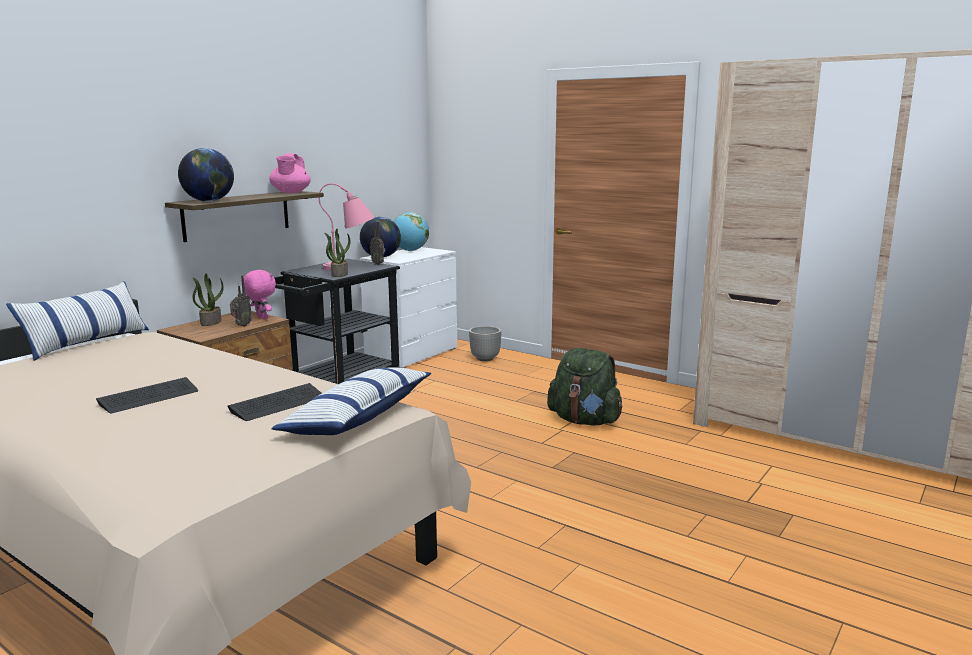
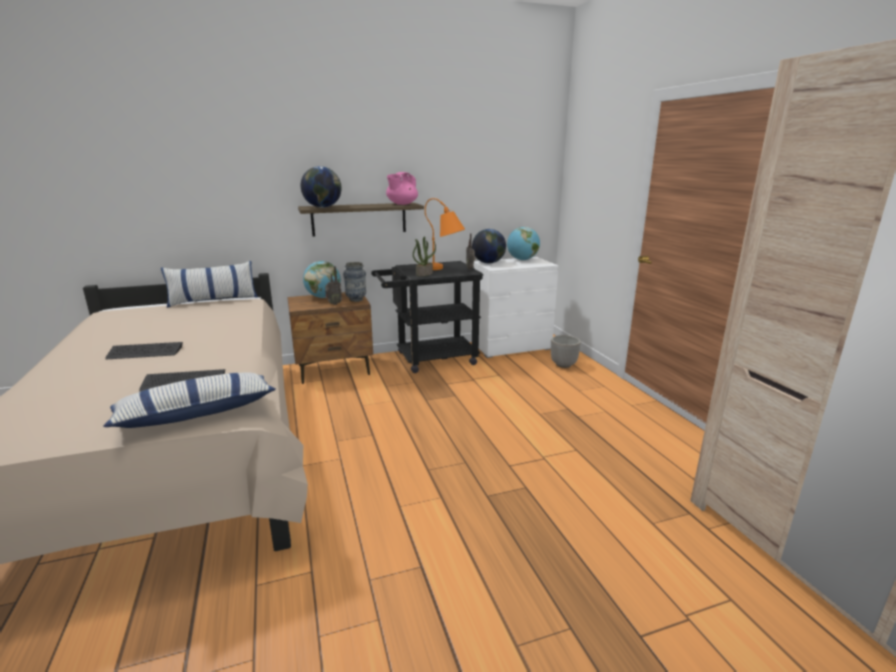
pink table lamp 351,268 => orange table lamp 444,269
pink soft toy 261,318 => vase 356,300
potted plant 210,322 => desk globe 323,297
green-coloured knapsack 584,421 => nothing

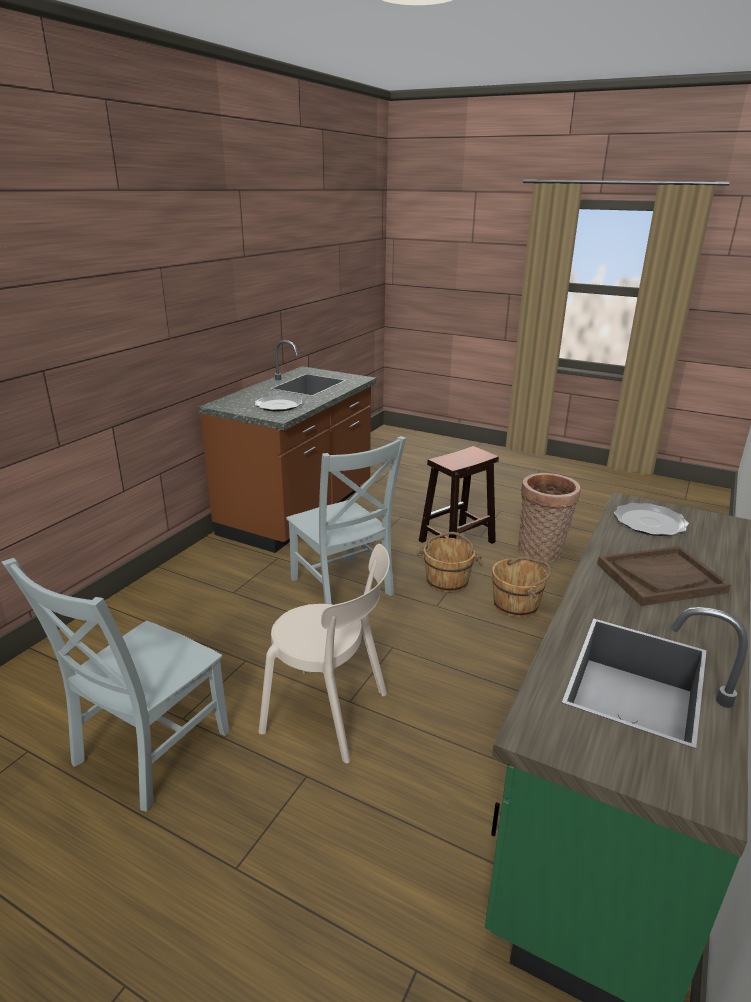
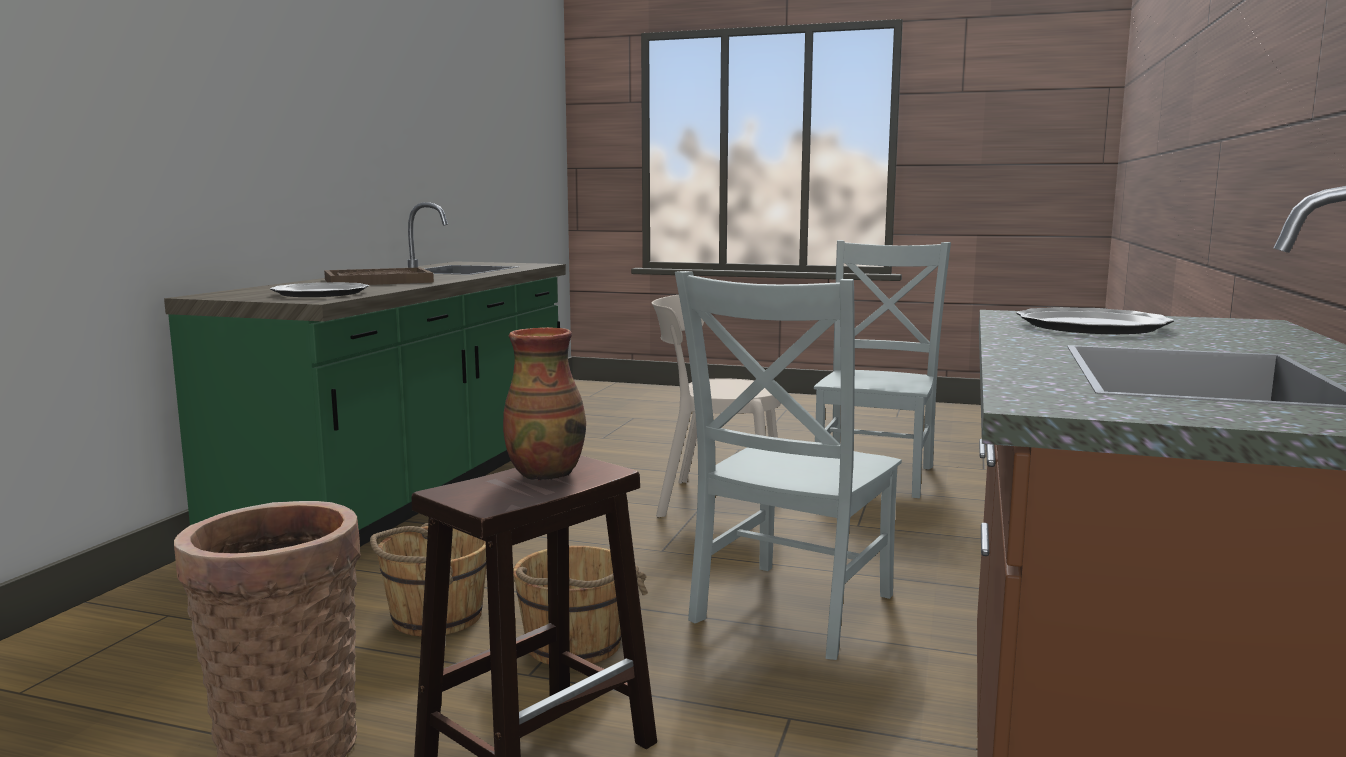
gray plain chair 343,589 => gray plain chair 789,611, 105 degrees counterclockwise
nothing => vase 546,473

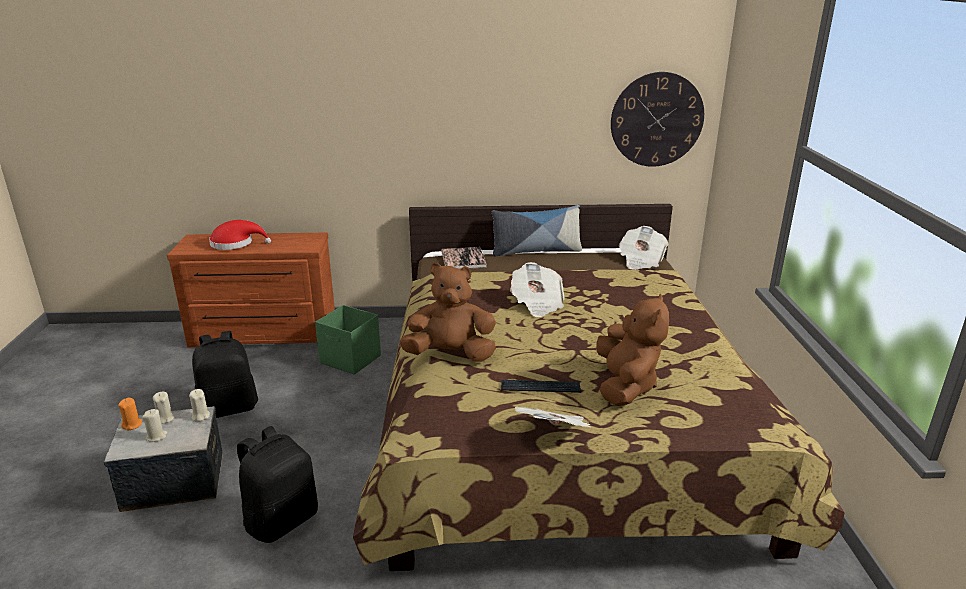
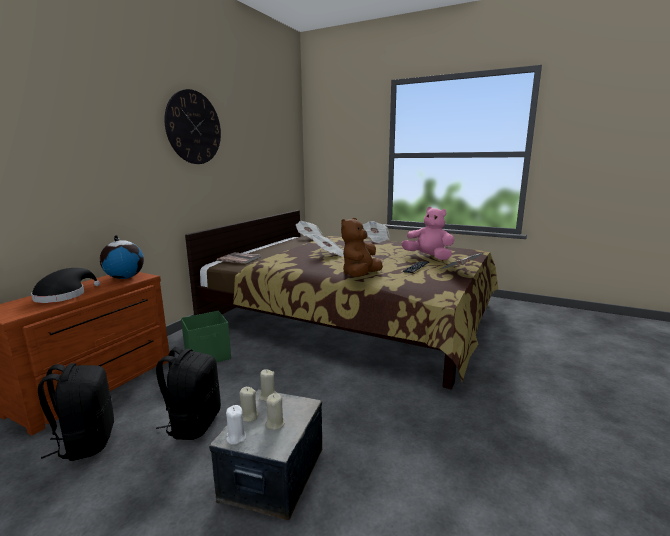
wall clock 657,120 => wall clock 194,127, relocated
throw pillow 536,251 => nothing
reddish wearable hat 235,244 => black wearable hat 64,295
brown-coloured soft toy 625,386 => pink soft toy 428,257
orange wax candle 132,425 => white wax candle 236,437
black knapsack 281,520 => black knapsack 86,442, relocated
nothing => daily paper 375,239
nothing => desk globe 124,278

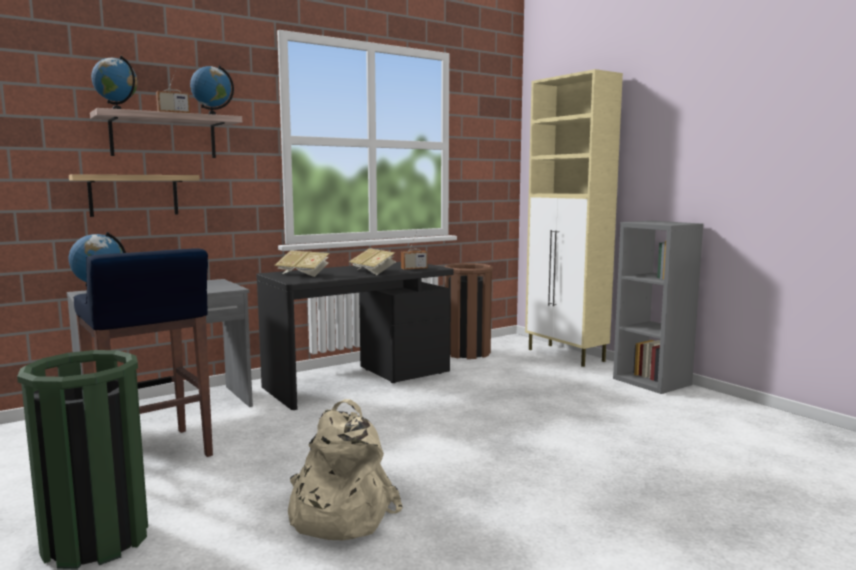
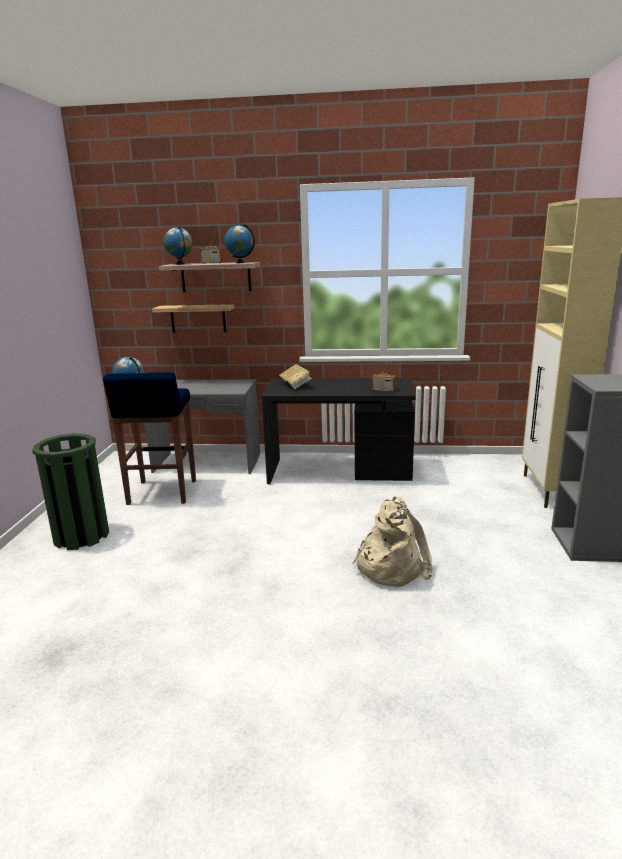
book 373,272 => nothing
brown-coloured trash can 467,352 => nothing
beige-coloured knapsack 337,514 => beige-coloured knapsack 391,566, relocated

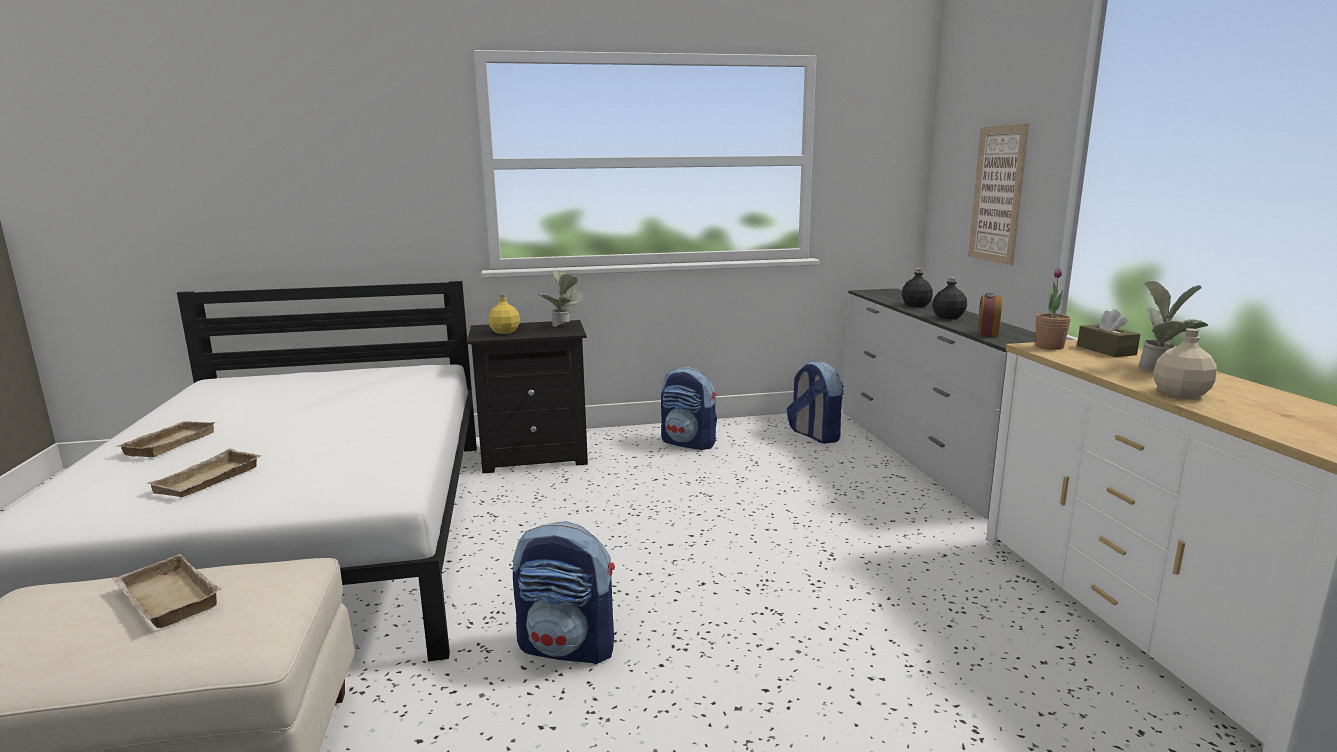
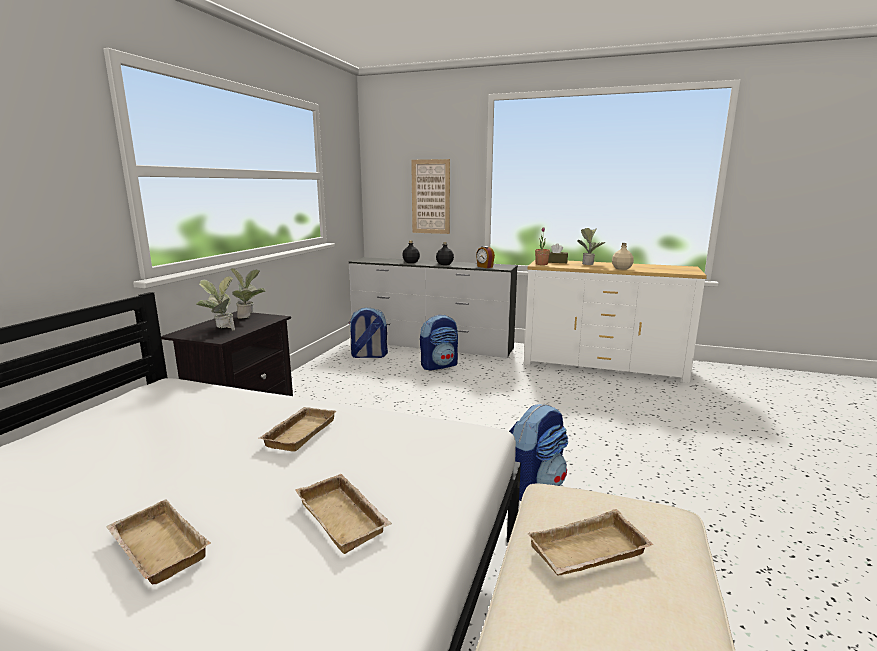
yellow-coloured drink bottle 504,332 => potted plant 221,331
knapsack 689,443 => knapsack 439,365, relocated
nothing => beige-coloured serving tray 299,432

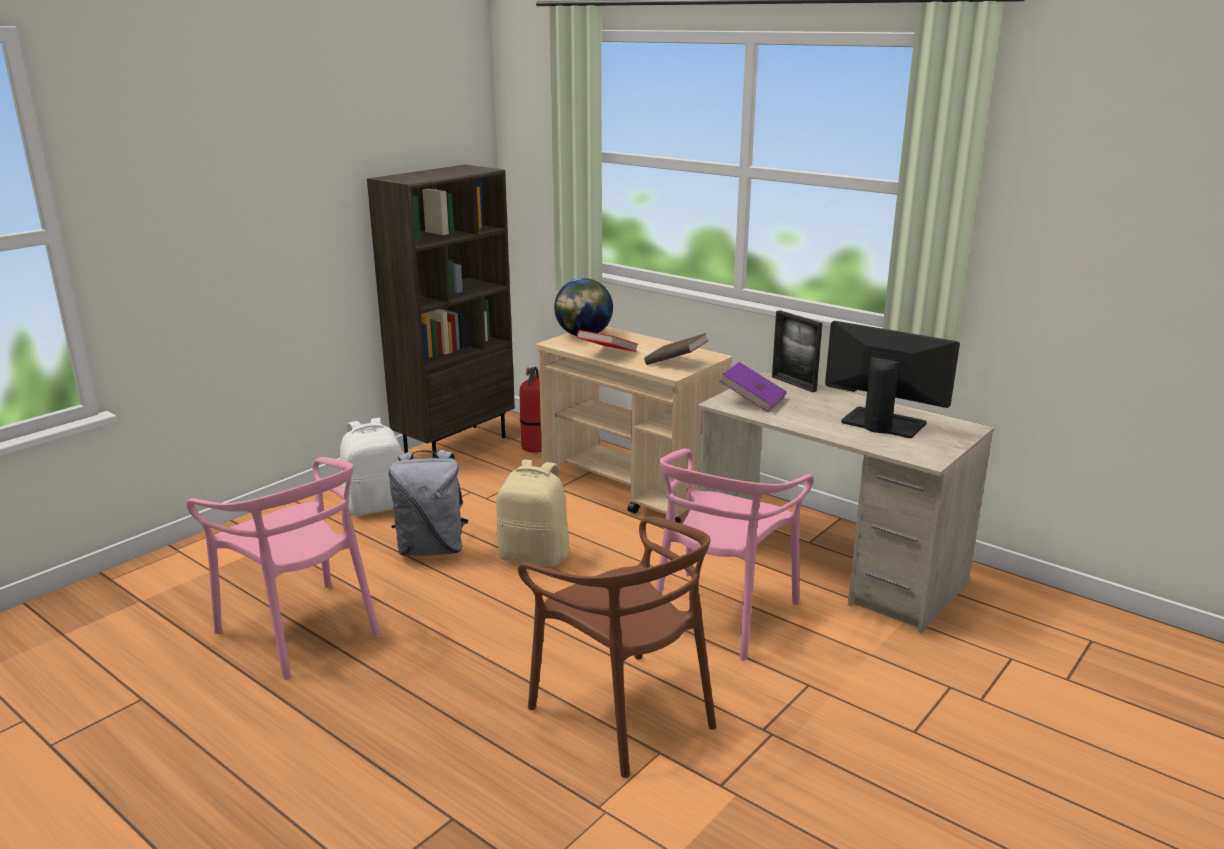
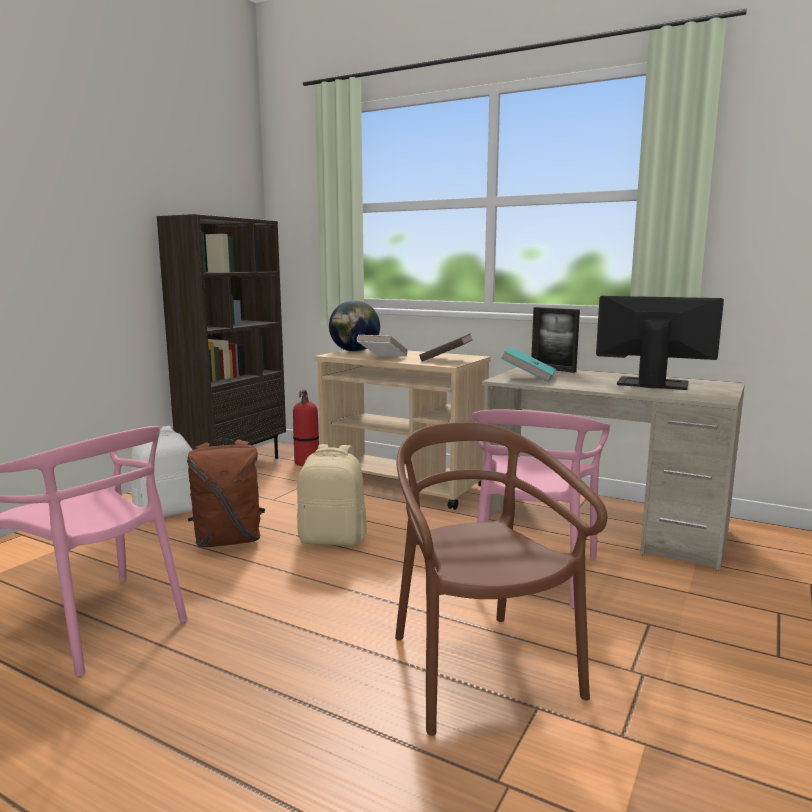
reddish book 607,354 => white book 383,358
purplish book 752,401 => blue-green book 528,378
gray knapsack 431,549 => brown-coloured knapsack 228,541
brown-coloured plain chair 624,713 => brown-coloured plain chair 479,670, 150 degrees counterclockwise

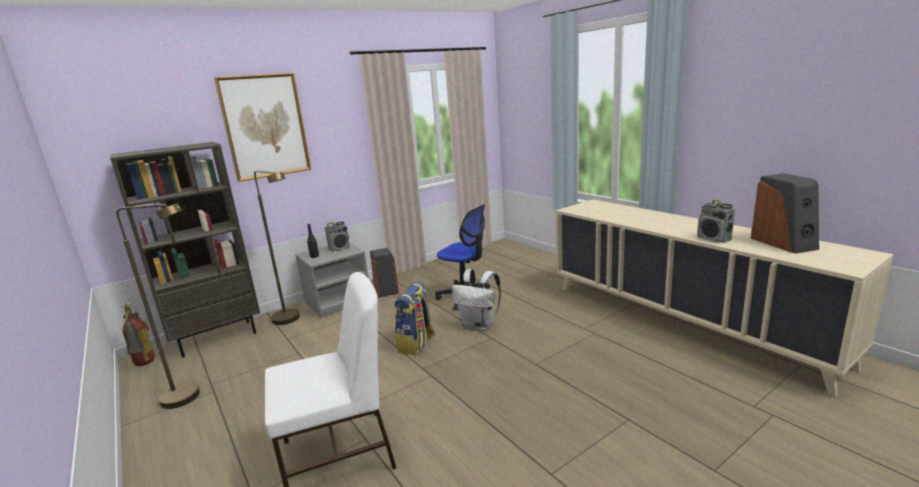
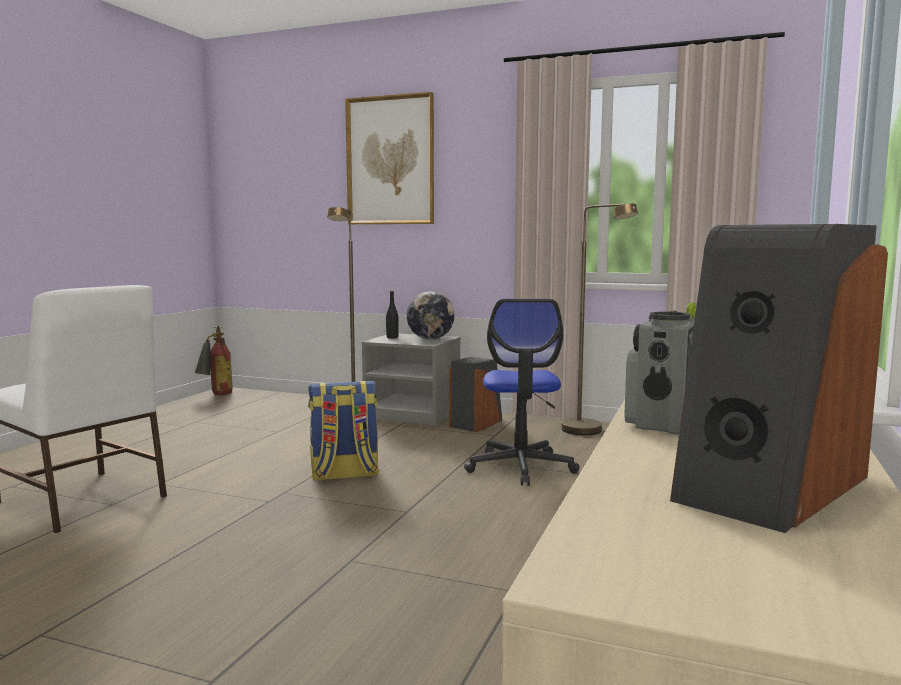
brown-coloured bookshelf 218,338 => nothing
brown-coloured standard lamp 191,396 => brown-coloured standard lamp 590,432, relocated
radio receiver 340,248 => desk globe 430,339
white knapsack 479,325 => nothing

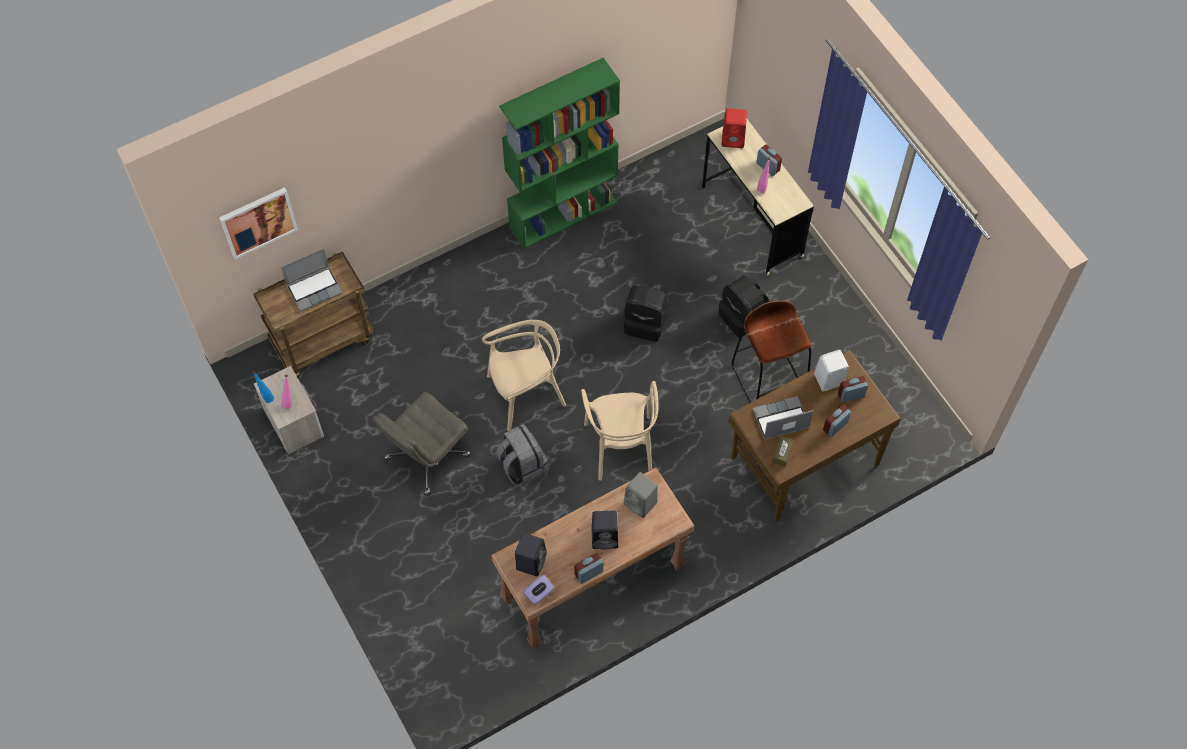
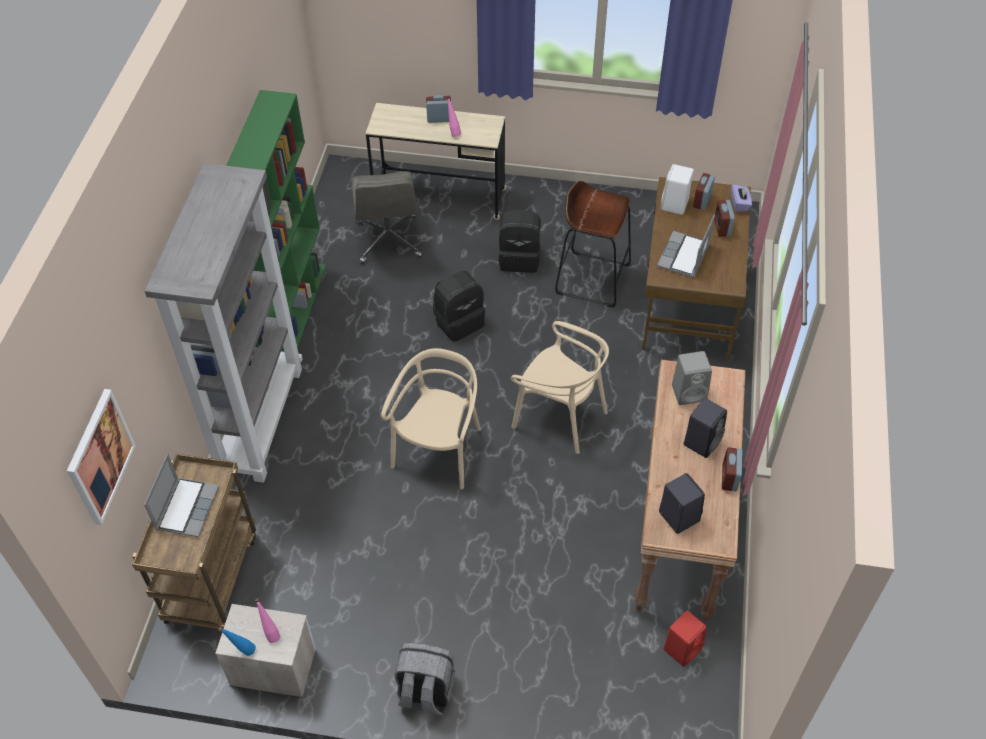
reddish speaker 734,139 => reddish speaker 683,648, relocated
gray desk chair 426,457 => gray desk chair 389,240, relocated
gray knapsack 522,465 => gray knapsack 425,692, relocated
brown-coloured tissue holder 782,453 => nothing
purplish tissue holder 539,594 => purplish tissue holder 739,204, relocated
nothing => gray bookshelf 260,419

